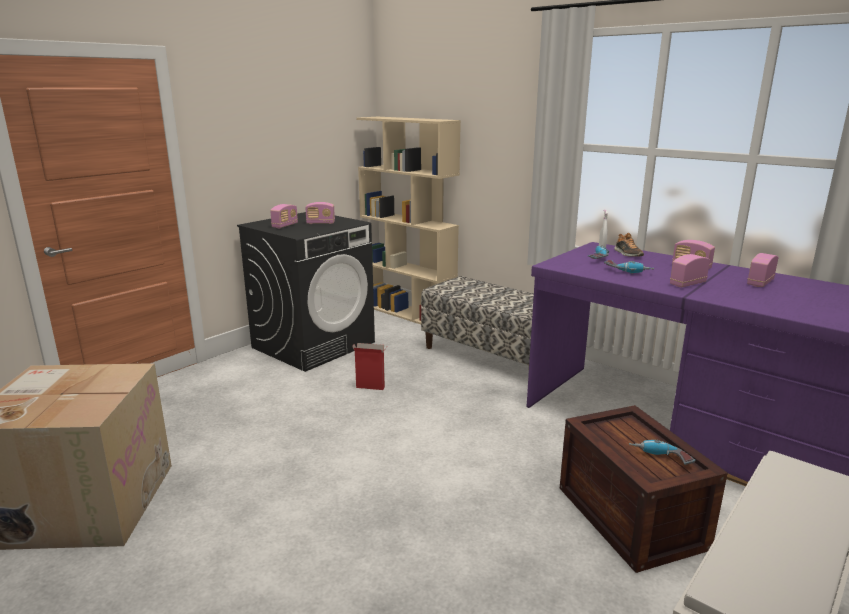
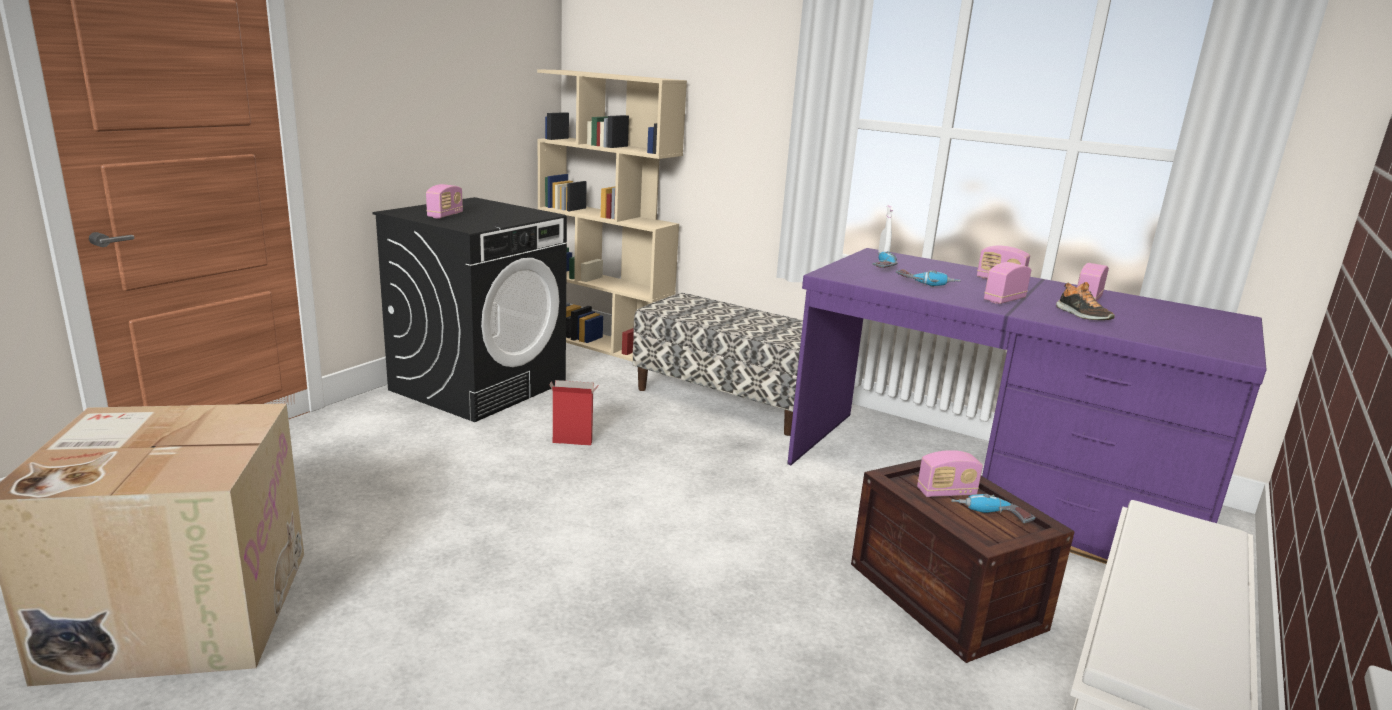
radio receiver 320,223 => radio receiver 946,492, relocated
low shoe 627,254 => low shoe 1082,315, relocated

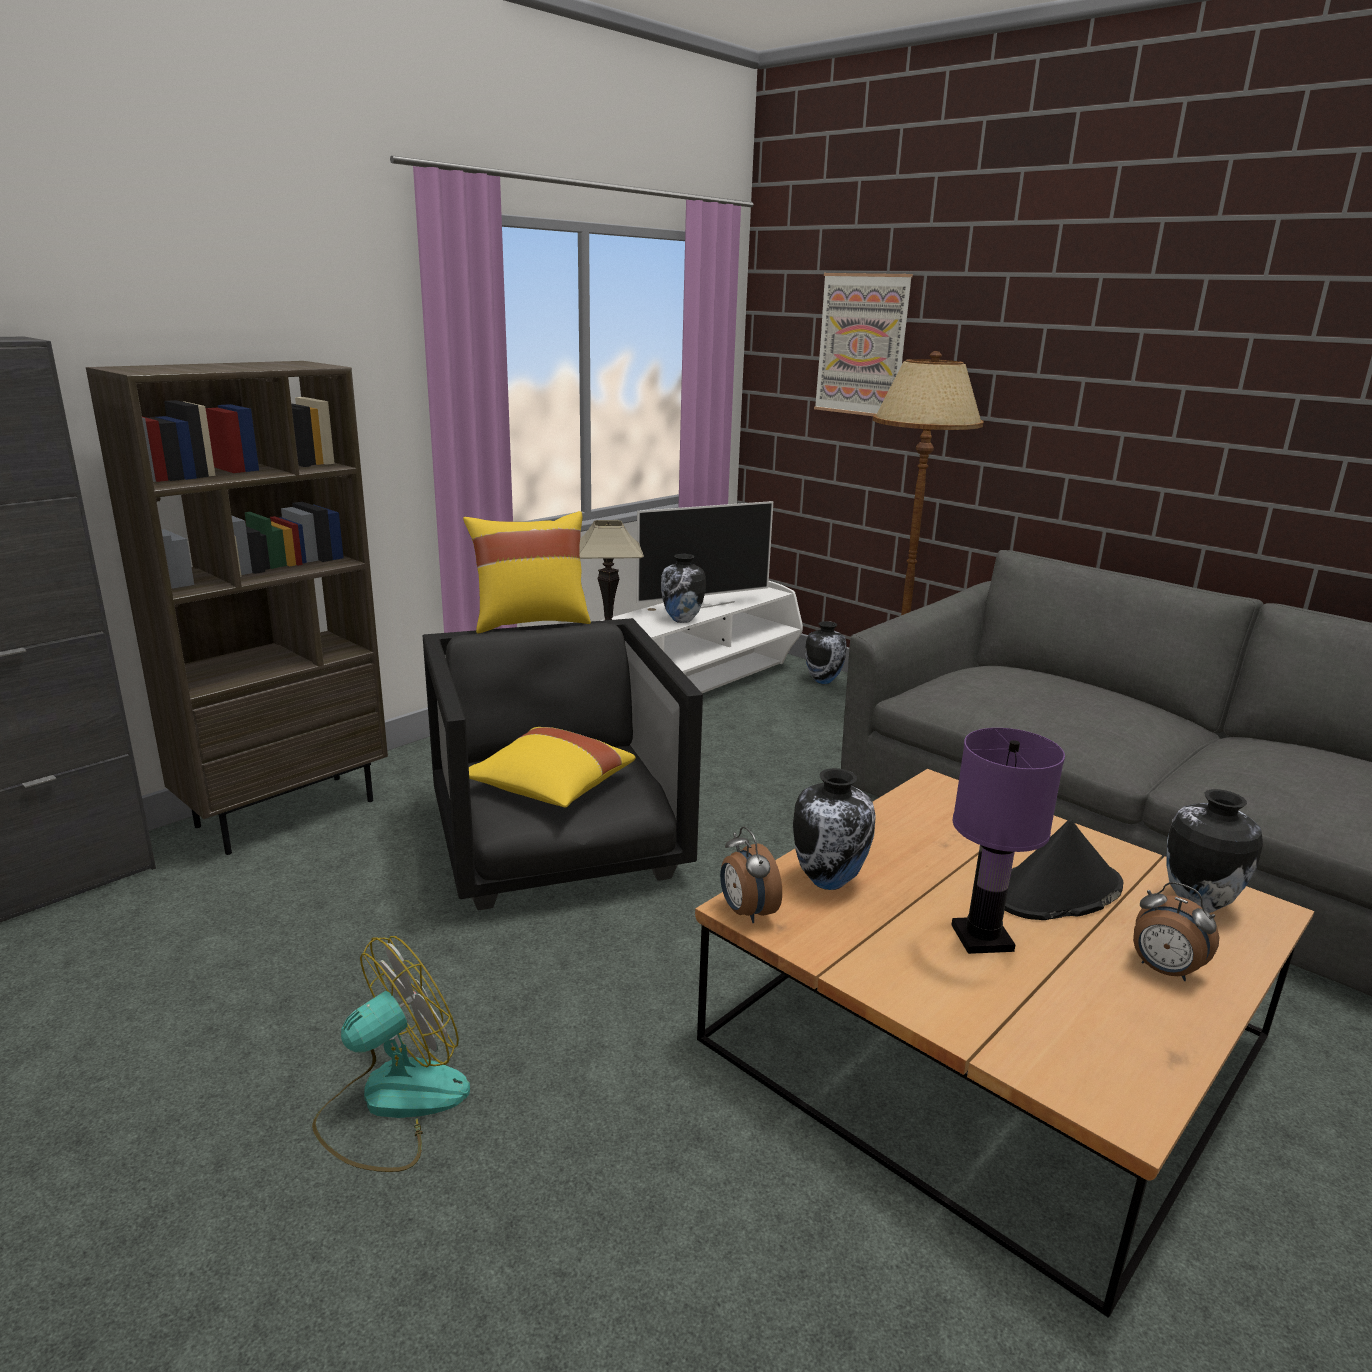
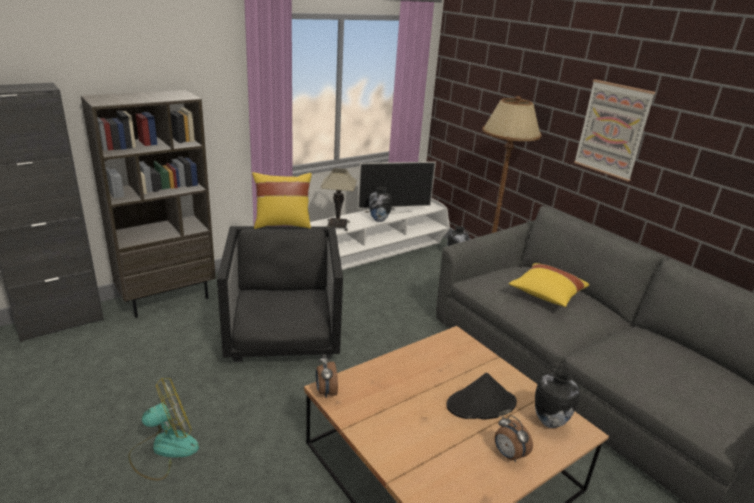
wall art 862,345 => wall art 612,129, relocated
yellow-coloured throw pillow 550,789 => yellow-coloured throw pillow 546,295, relocated
purplish table lamp 981,937 => nothing
vase 829,881 => nothing

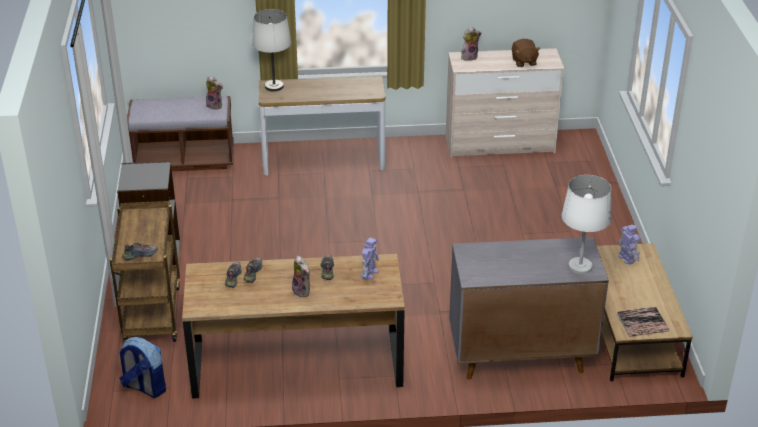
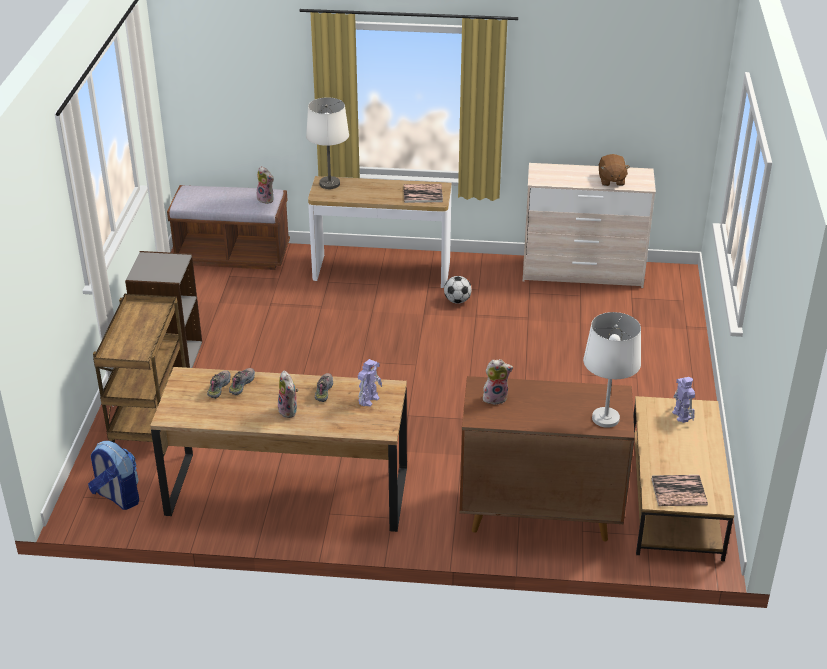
soft toy 469,57 => soft toy 495,397, relocated
gray cabinet 519,356 => brown-coloured cabinet 538,513
low shoe 140,254 => nothing
nothing => book 423,194
nothing => ball for football 457,301

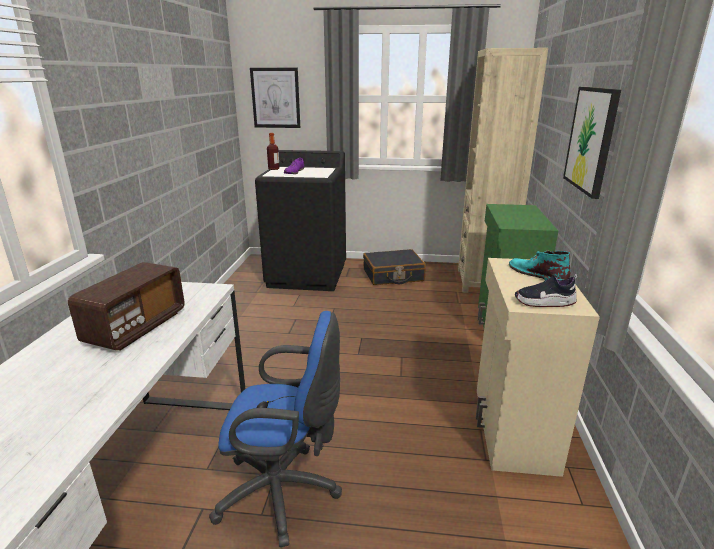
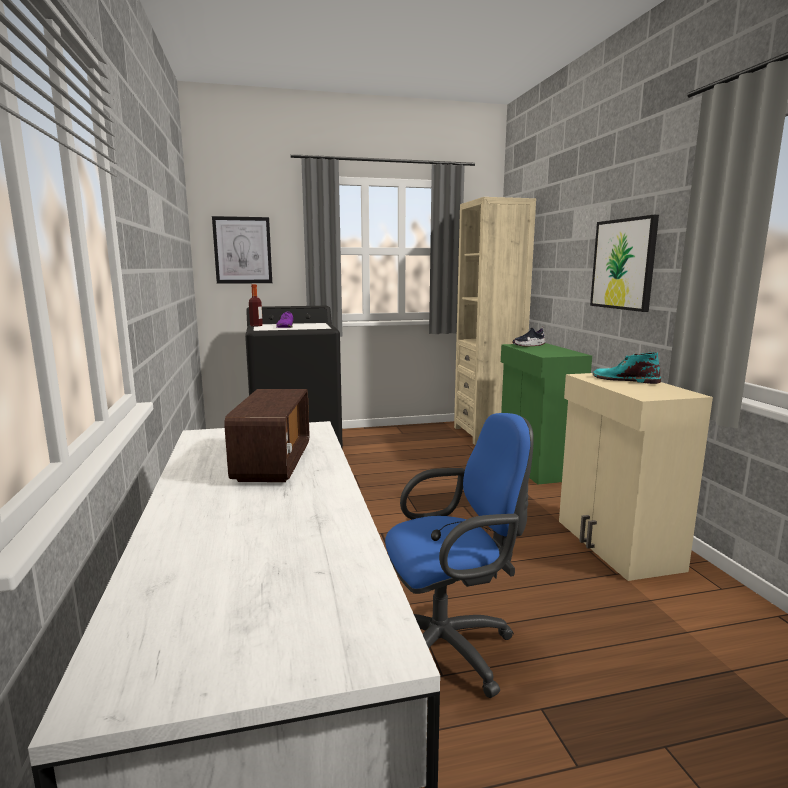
black suitcase 393,275 => nothing
low shoe 544,303 => low shoe 528,345, relocated

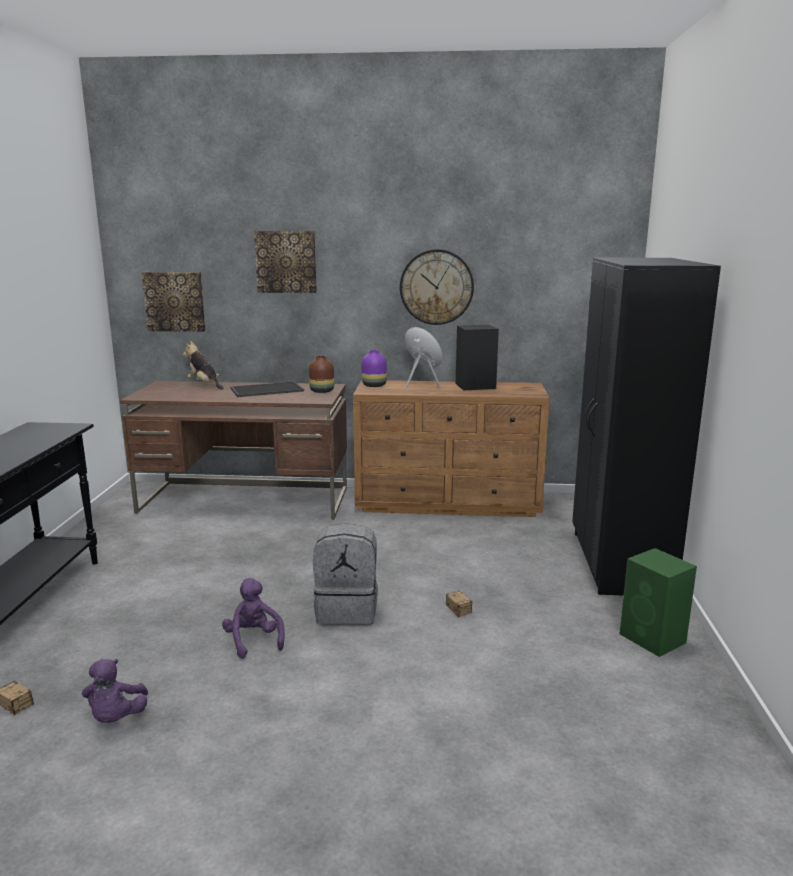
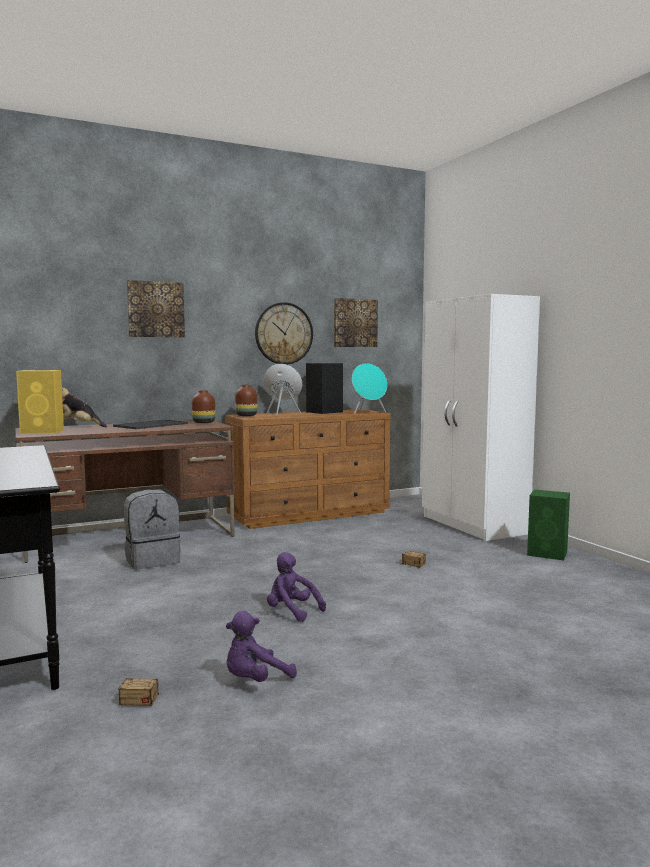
black clothes cupboard 619,563 => white clothes cupboard 473,525
wall art 175,301 => wall art 355,323, relocated
purplish vase 373,385 => brown-coloured vase 245,416
gray knapsack 347,610 => gray knapsack 152,560, relocated
purplish soft toy 116,718 => purplish soft toy 255,680, 90 degrees clockwise
nothing => blue-green speaker 368,412
nothing => yellow-coloured speaker 43,431

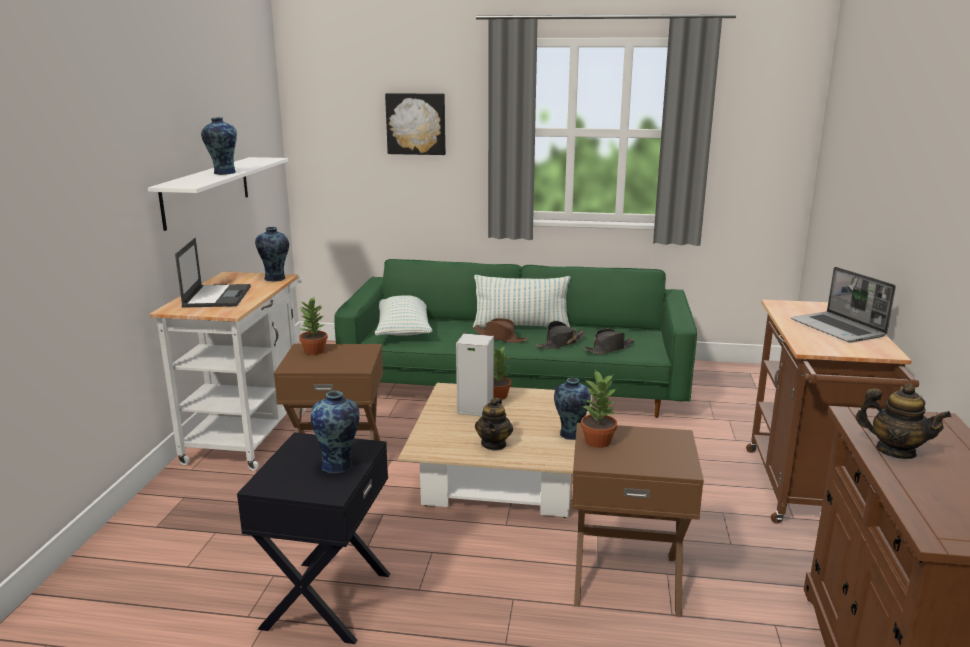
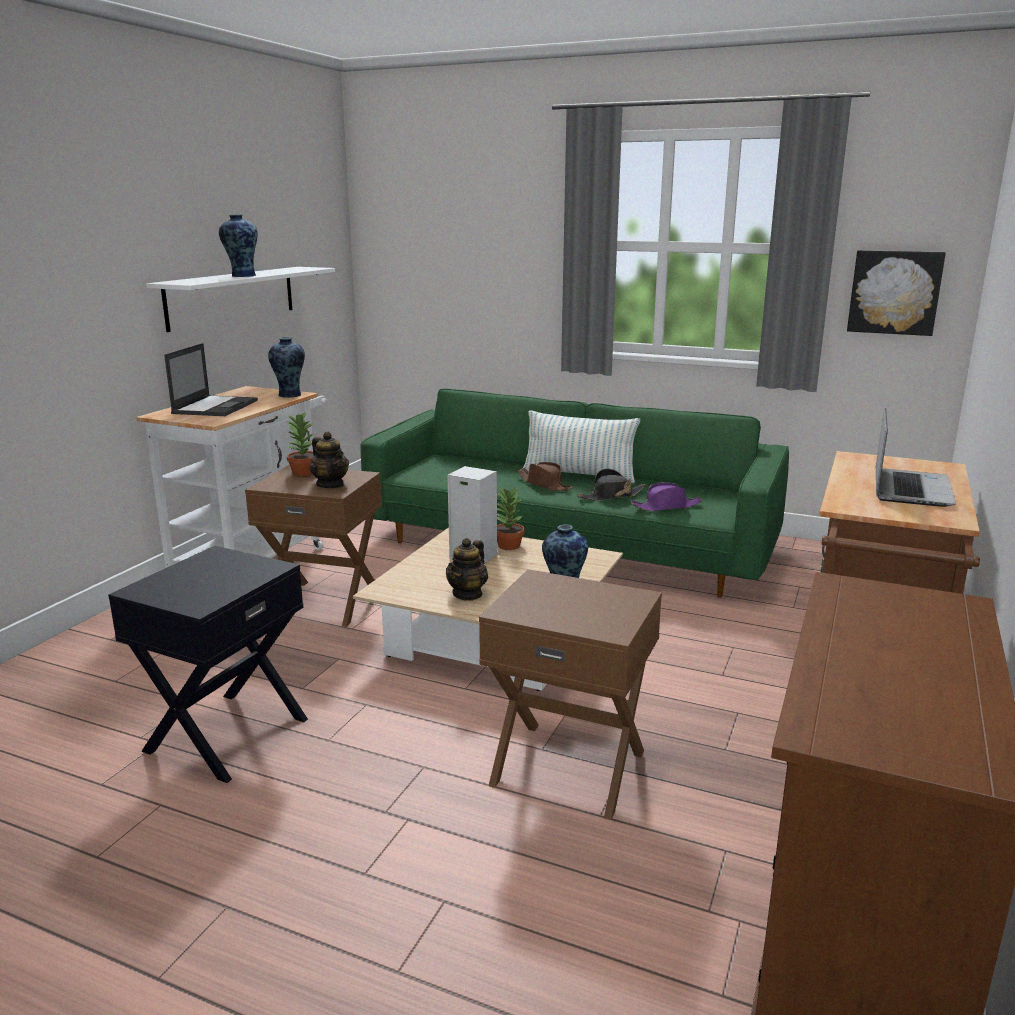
wall art 416,124 => wall art 894,292, relocated
portable computer 838,329 => portable computer 909,489, 150 degrees counterclockwise
throw pillow 403,329 => nothing
black wearable hat 609,349 => purplish wearable hat 666,506
potted plant 598,441 => nothing
teapot 895,451 => teapot 330,485, relocated
vase 339,465 => nothing

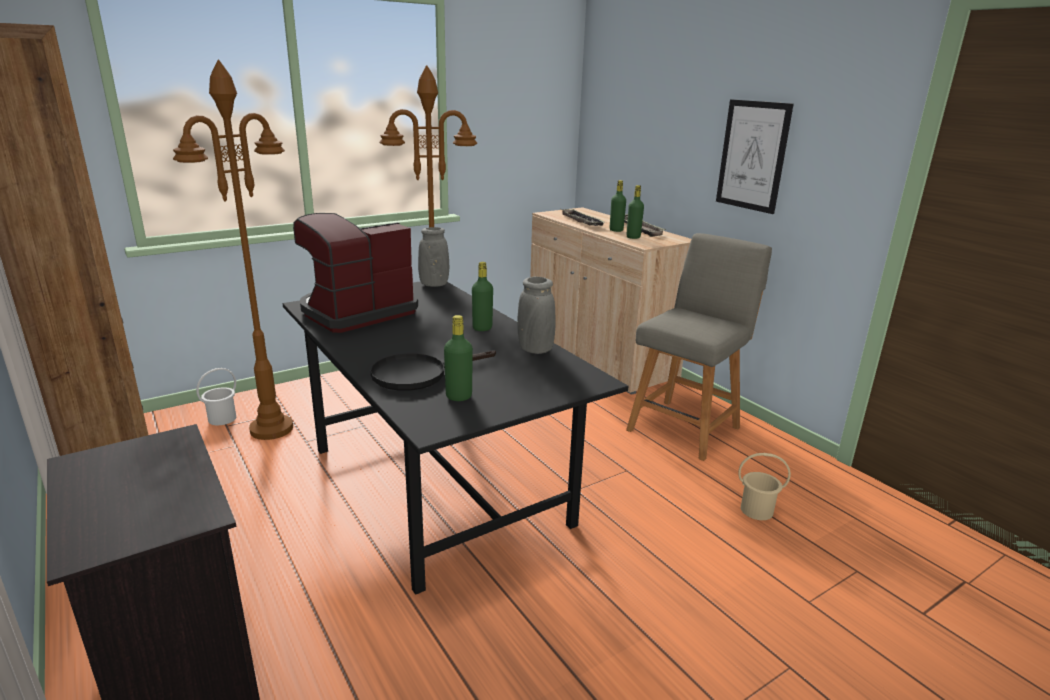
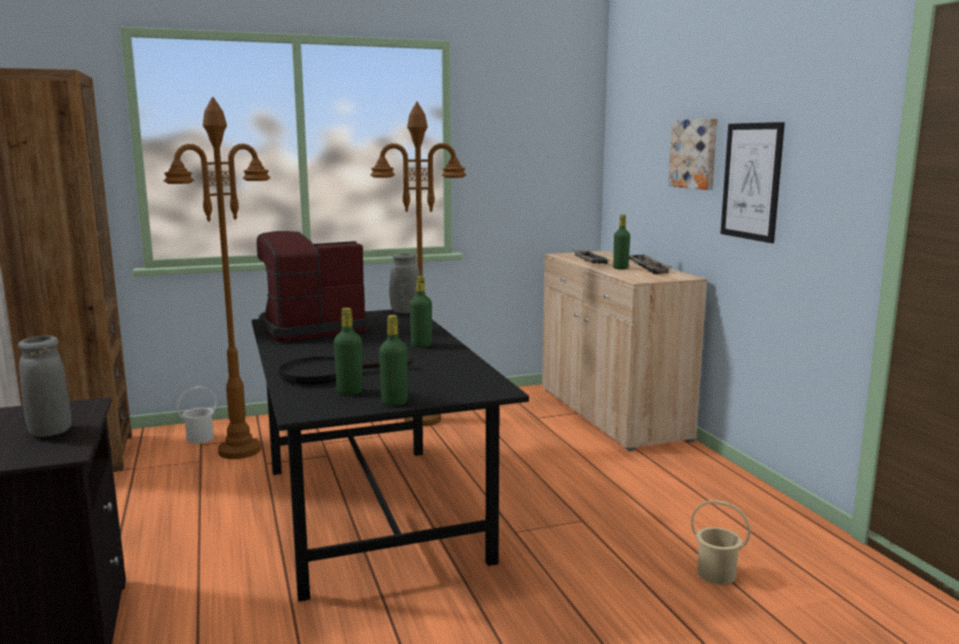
green-coloured drink bottle 633,237 => green-coloured drink bottle 394,402, relocated
gray plain chair 685,427 => nothing
gray vase 535,350 => gray vase 50,432, relocated
nothing => wall art 695,153

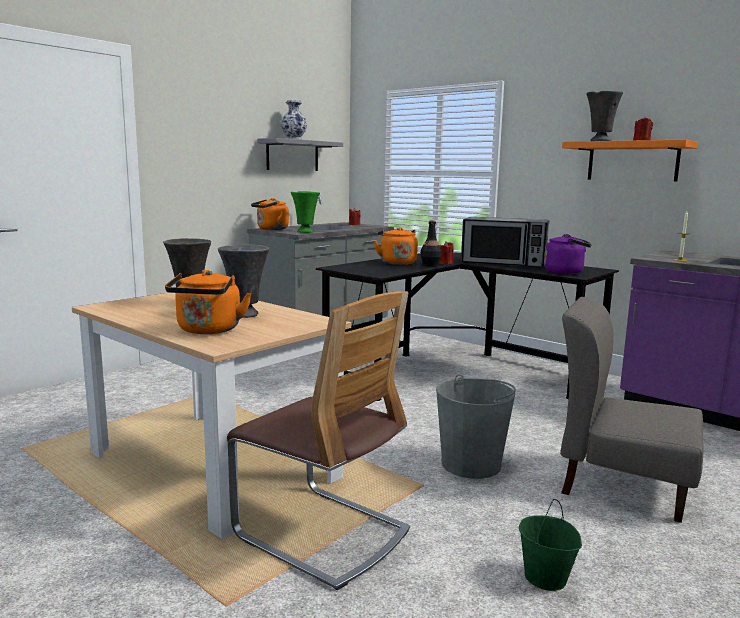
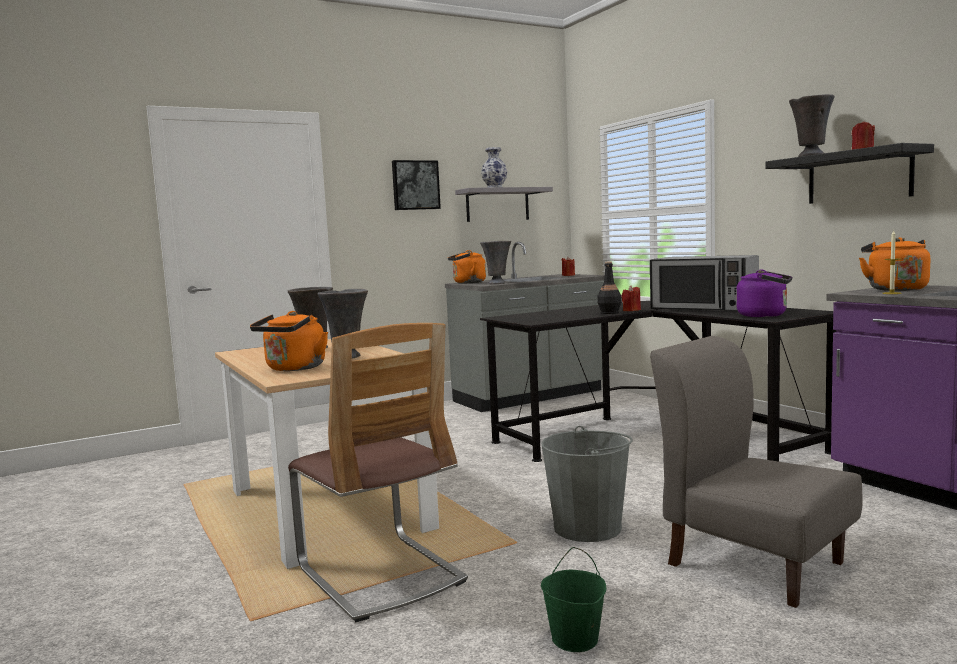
orange shelf 632,161 => black shelf 858,176
green-coloured vase 305,232 => gray vase 497,283
orange water kettle 397,263 => orange water kettle 895,289, relocated
nothing => wall art 415,185

